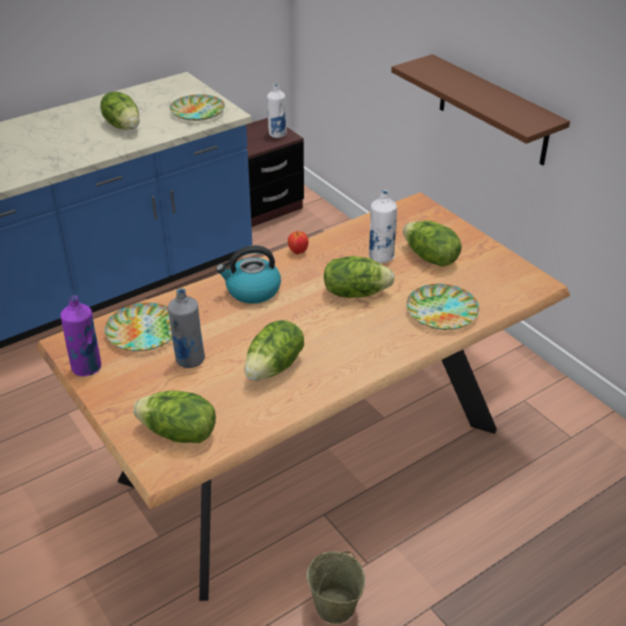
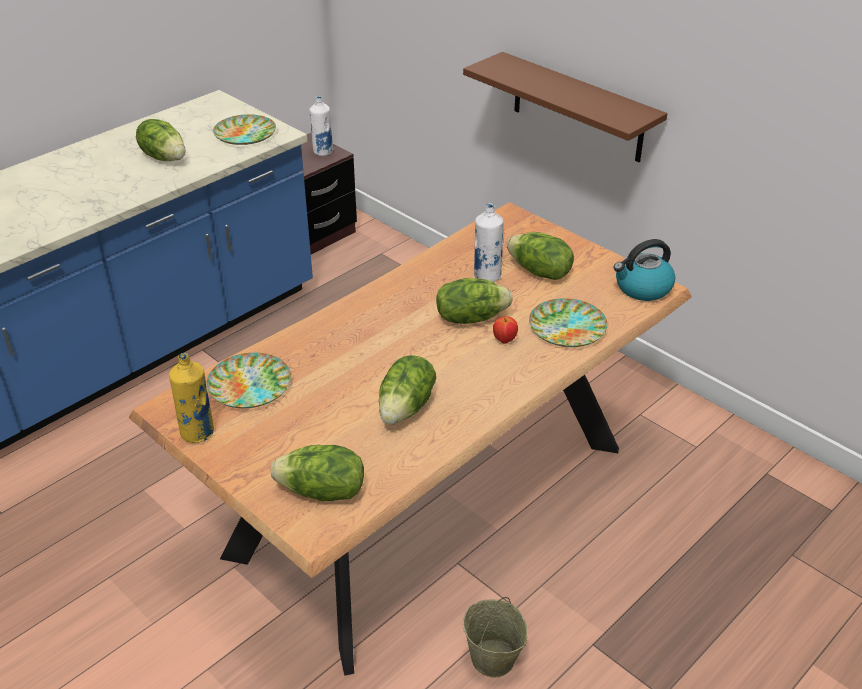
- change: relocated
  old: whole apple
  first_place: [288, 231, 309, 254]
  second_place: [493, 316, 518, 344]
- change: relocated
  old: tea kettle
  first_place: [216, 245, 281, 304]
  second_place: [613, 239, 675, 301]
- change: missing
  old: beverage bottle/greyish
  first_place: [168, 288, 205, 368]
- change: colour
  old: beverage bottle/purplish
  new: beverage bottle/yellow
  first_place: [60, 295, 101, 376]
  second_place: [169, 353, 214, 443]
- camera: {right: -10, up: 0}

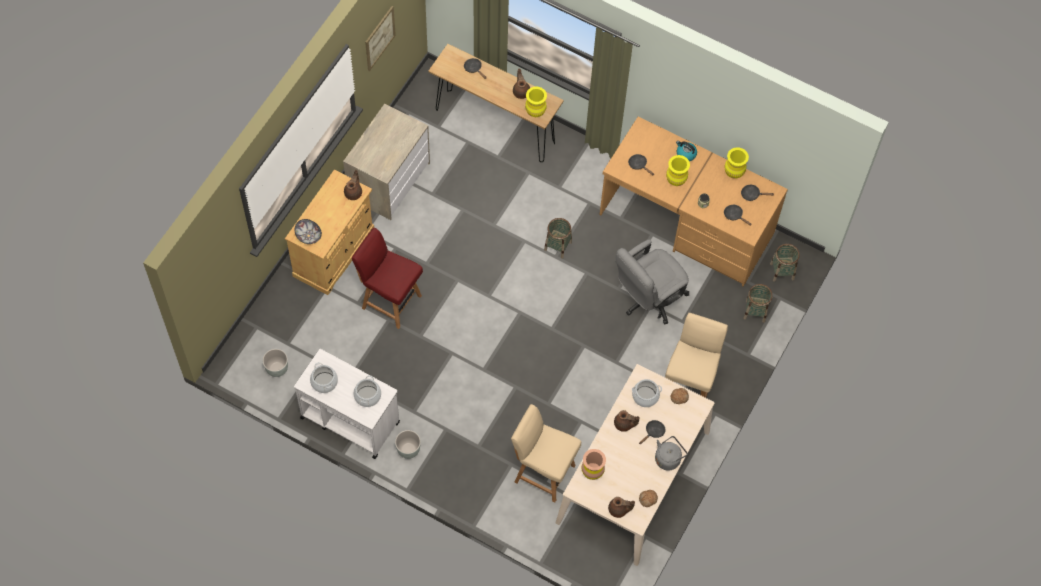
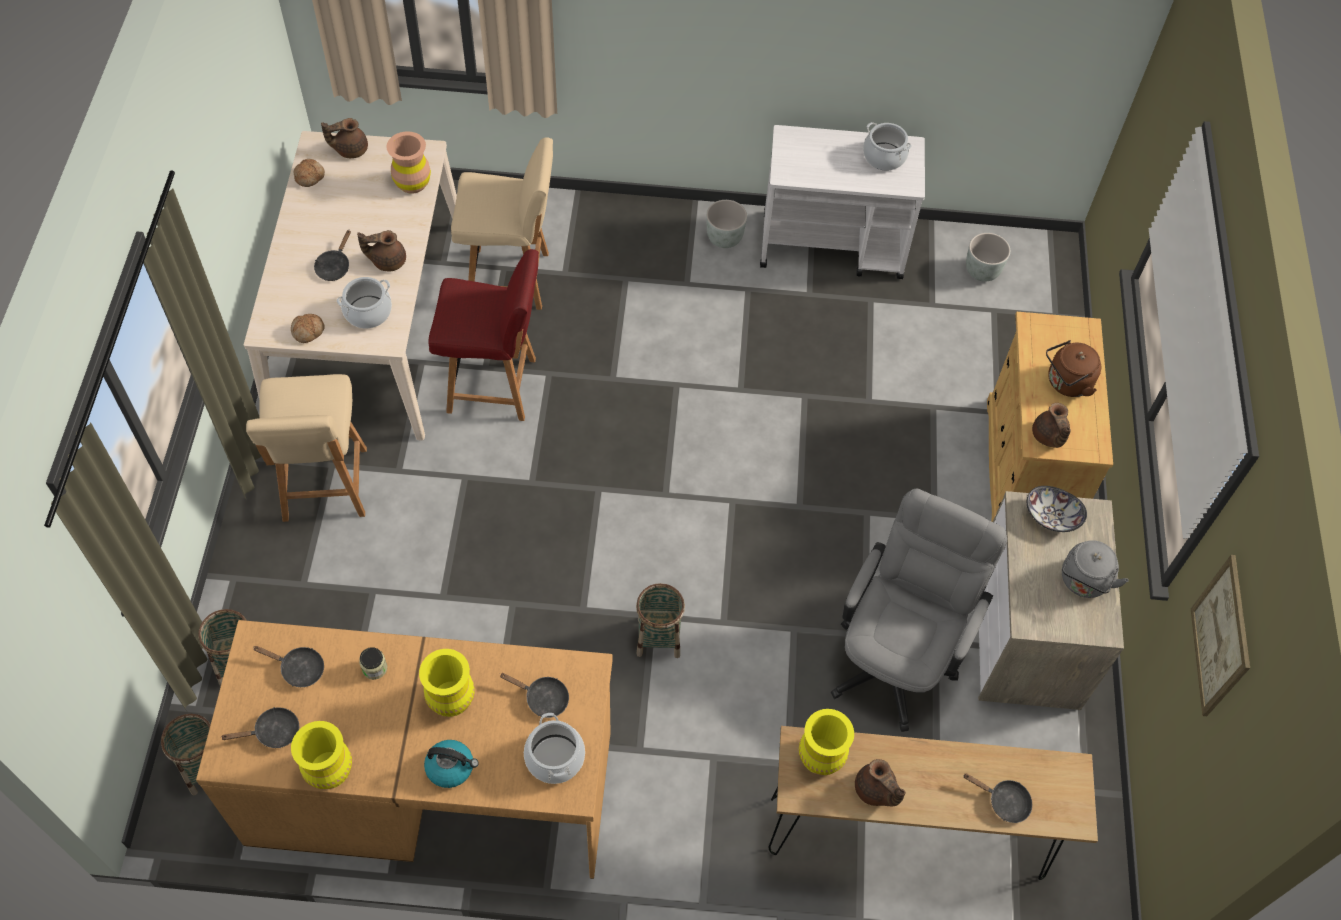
- change: relocated
  old: serving bowl
  first_place: [294, 219, 322, 244]
  second_place: [1027, 486, 1087, 532]
- change: relocated
  old: plain chair/red-coloured
  first_place: [352, 228, 423, 329]
  second_place: [429, 249, 539, 421]
- change: relocated
  old: desk chair/greyish
  first_place: [615, 239, 689, 325]
  second_place: [831, 489, 1007, 732]
- change: relocated
  old: stockpot
  first_place: [354, 375, 381, 407]
  second_place: [524, 713, 585, 784]
- change: relocated
  old: tea kettle/greyish
  first_place: [655, 436, 688, 471]
  second_place: [1062, 540, 1129, 598]
- change: appeared
  new: tea kettle/brownish
  second_place: [1046, 340, 1101, 397]
- camera: {right: 155, up: -5}

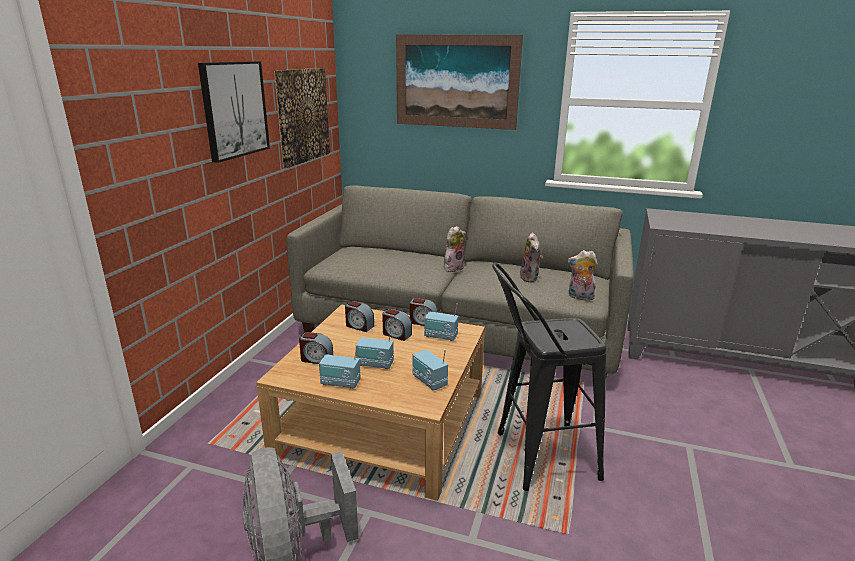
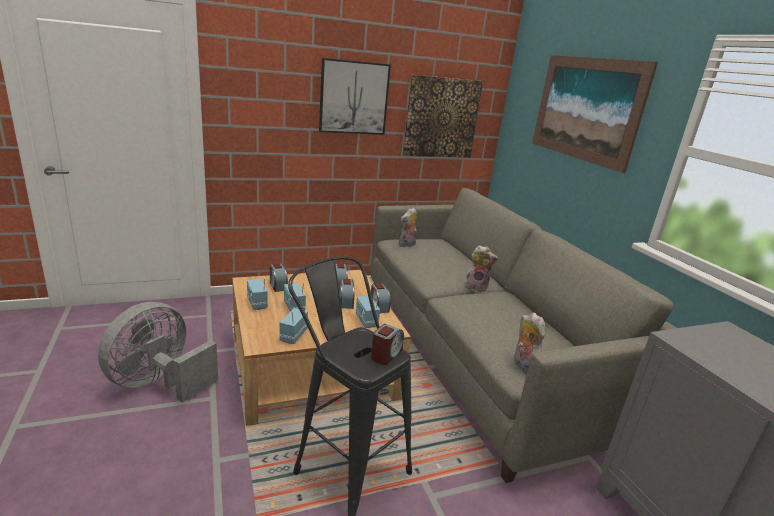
- change: relocated
  old: plush toy
  first_place: [520, 232, 543, 283]
  second_place: [399, 208, 417, 247]
- change: appeared
  new: table clock
  second_place: [371, 324, 404, 365]
- camera: {right: 50, up: 0}

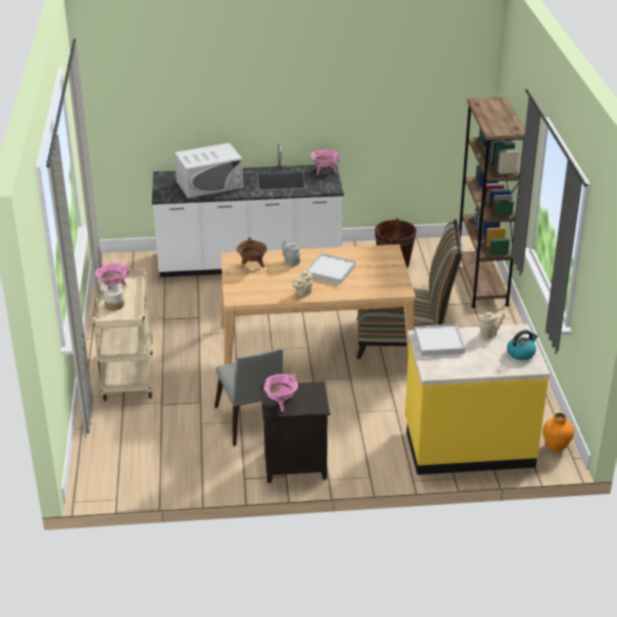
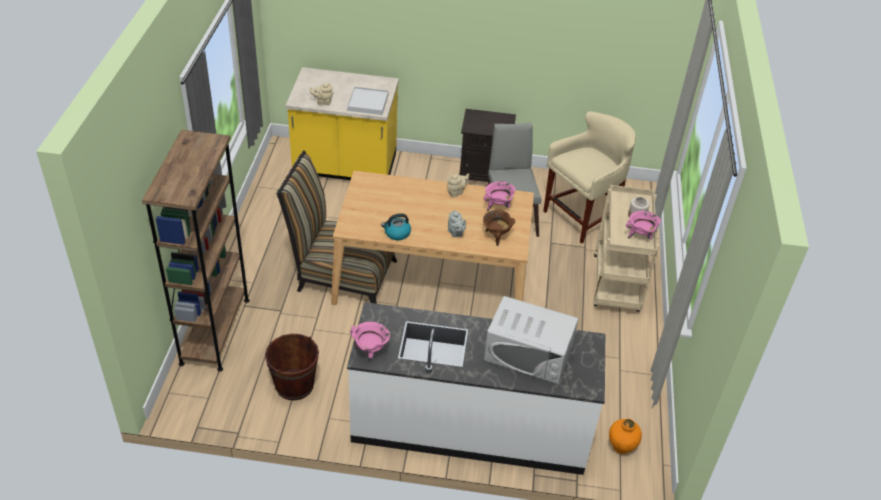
- change: spun
  old: microwave/white
  first_place: [174, 143, 243, 198]
  second_place: [484, 296, 578, 384]
  degrees: -150
- change: missing
  old: tray/white
  first_place: [306, 253, 356, 285]
- change: relocated
  old: tea kettle
  first_place: [507, 330, 538, 360]
  second_place: [381, 213, 411, 240]
- change: relocated
  old: stockpot/pink-coloured
  first_place: [264, 374, 298, 412]
  second_place: [484, 181, 516, 211]
- change: relocated
  old: decorative vase/orange-coloured
  first_place: [543, 413, 574, 452]
  second_place: [609, 419, 642, 454]
- change: appeared
  new: stool/beige
  second_place: [543, 111, 636, 244]
- camera: {right: -170, up: 10}

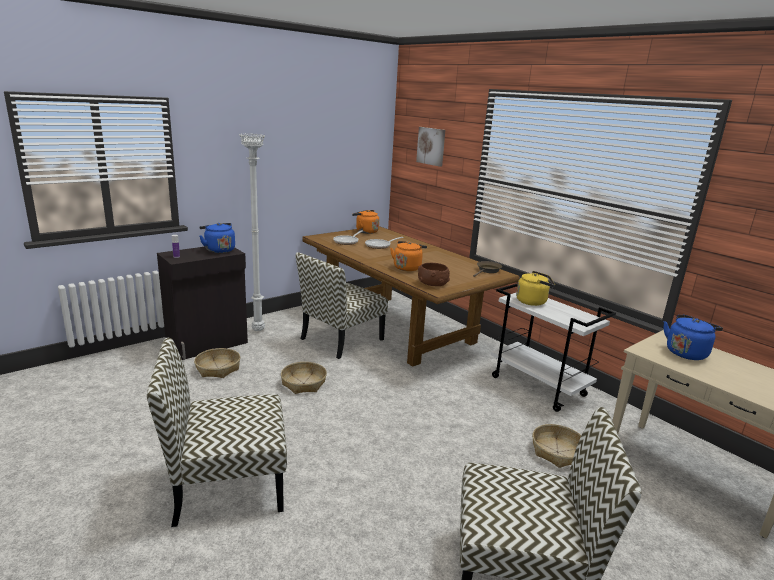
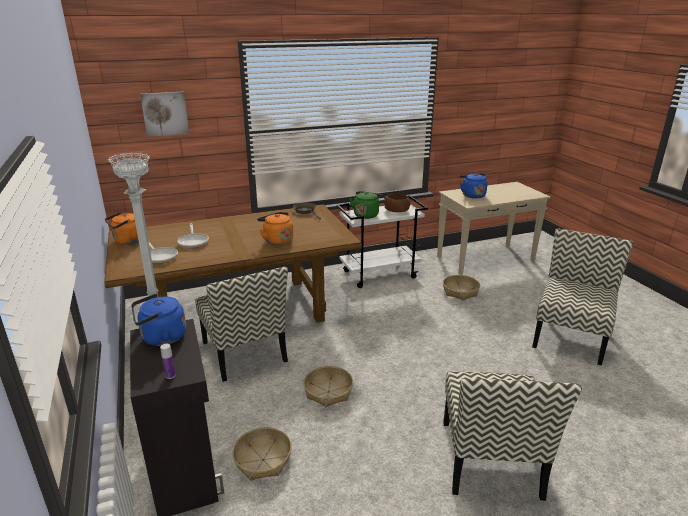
- change: relocated
  old: serving bowl/brownish
  first_place: [418, 263, 450, 286]
  second_place: [384, 193, 410, 212]
- change: colour
  old: tea kettle/yellow
  new: tea kettle/green-coloured
  first_place: [516, 271, 555, 306]
  second_place: [349, 191, 382, 219]
- camera: {right: -70, up: 5}

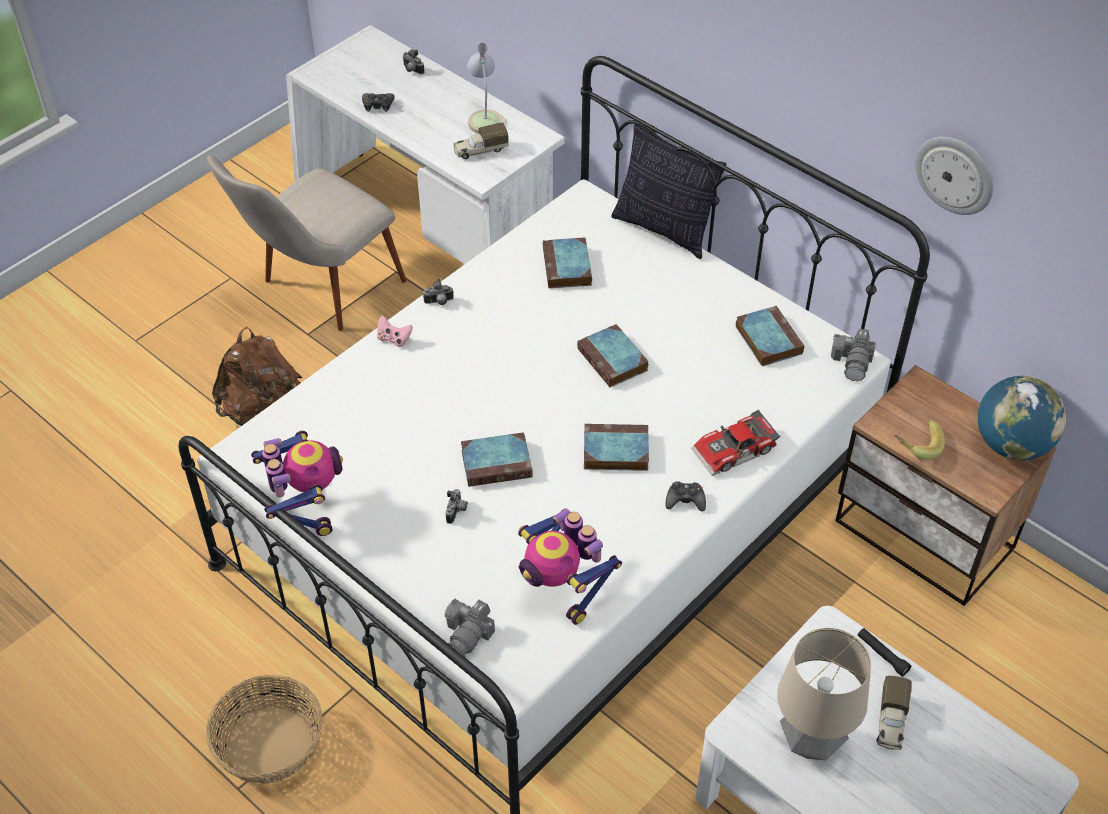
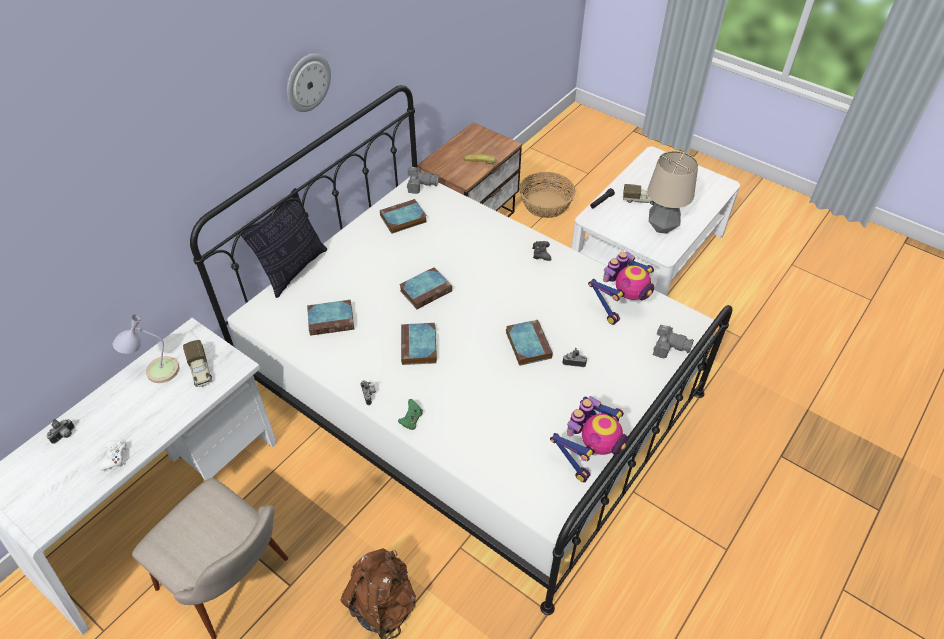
- change: colour
  old: gamepad/blackish
  new: gamepad/white
  first_place: [362, 93, 394, 112]
  second_place: [99, 441, 129, 470]
- change: relocated
  old: hanging clock
  first_place: [915, 137, 993, 215]
  second_place: [287, 54, 331, 112]
- change: colour
  old: gamepad/pink-coloured
  new: gamepad/green-coloured
  first_place: [377, 315, 413, 347]
  second_place: [398, 399, 423, 430]
- change: missing
  old: world globe
  first_place: [978, 376, 1066, 460]
- change: missing
  old: model car
  first_place: [691, 410, 780, 476]
- change: relocated
  old: volume
  first_place: [584, 424, 649, 471]
  second_place: [401, 323, 437, 365]
- change: spun
  old: robot figure
  first_place: [251, 431, 343, 536]
  second_place: [550, 396, 628, 482]
  degrees: 150
- change: relocated
  old: household basket
  first_place: [206, 675, 323, 784]
  second_place: [519, 172, 575, 218]
- camera: {right: -95, up: 0}

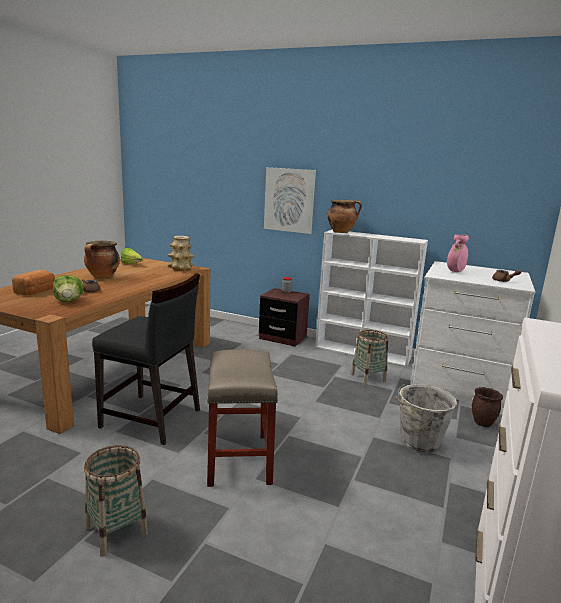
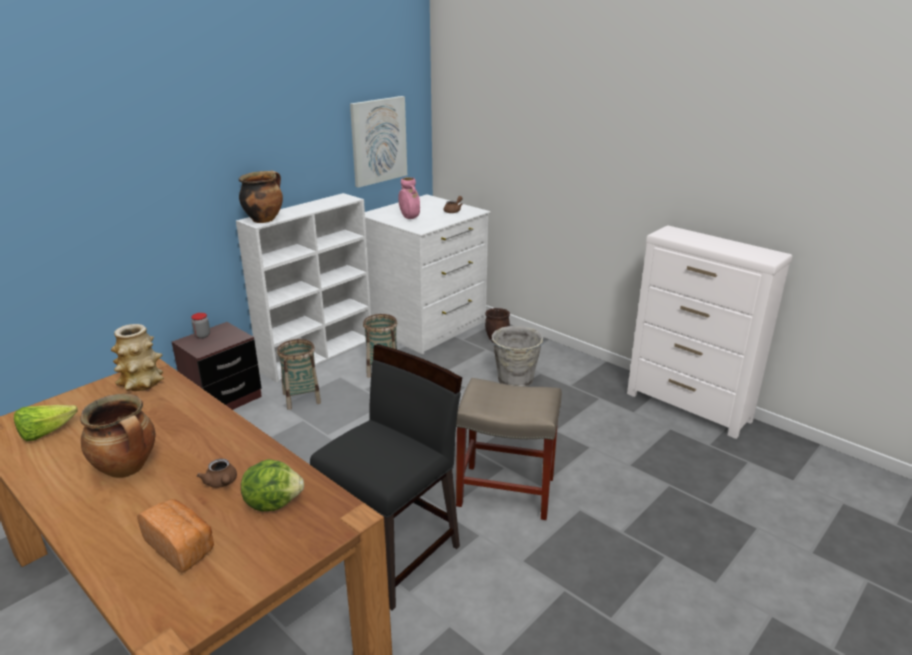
- change: relocated
  old: wall picture
  first_place: [264, 167, 316, 234]
  second_place: [350, 96, 407, 188]
- change: relocated
  old: household basket
  first_place: [84, 445, 148, 556]
  second_place: [277, 339, 321, 410]
- camera: {right: -70, up: 10}

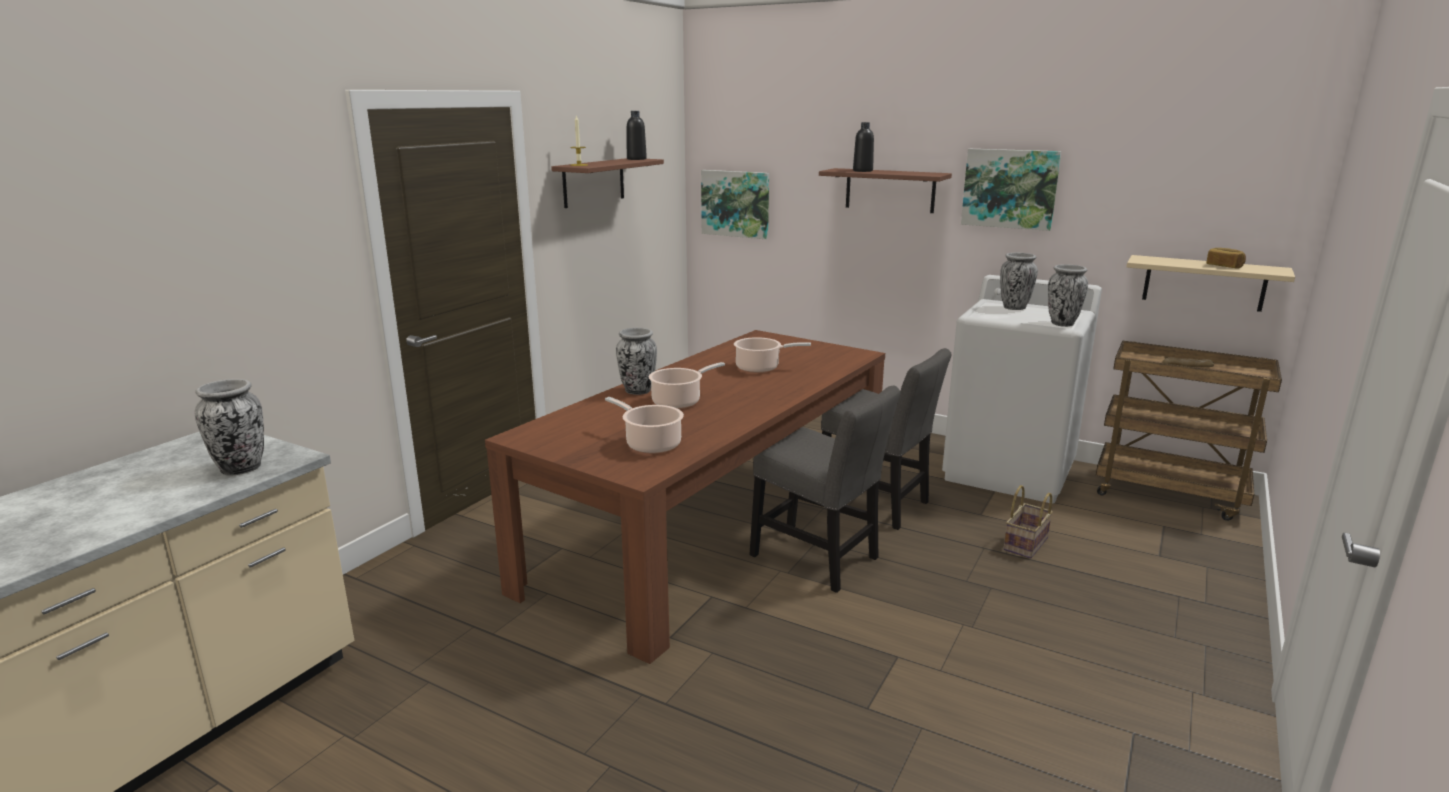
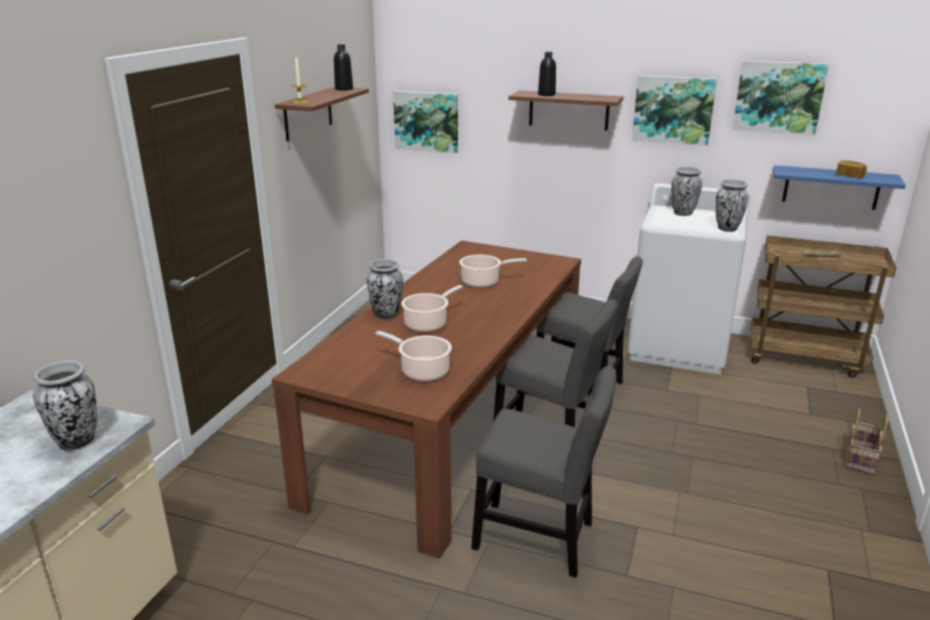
- change: colour
  old: bracket shelf/beige
  new: bracket shelf/blue
  first_place: [1126, 255, 1295, 312]
  second_place: [773, 165, 906, 210]
- change: relocated
  old: household basket
  first_place: [1004, 485, 1053, 558]
  second_place: [846, 408, 889, 474]
- change: appeared
  new: wall picture
  second_place: [732, 61, 829, 135]
- change: appeared
  new: plain chair/greyish
  second_place: [471, 365, 616, 578]
- camera: {right: -10, up: 5}

